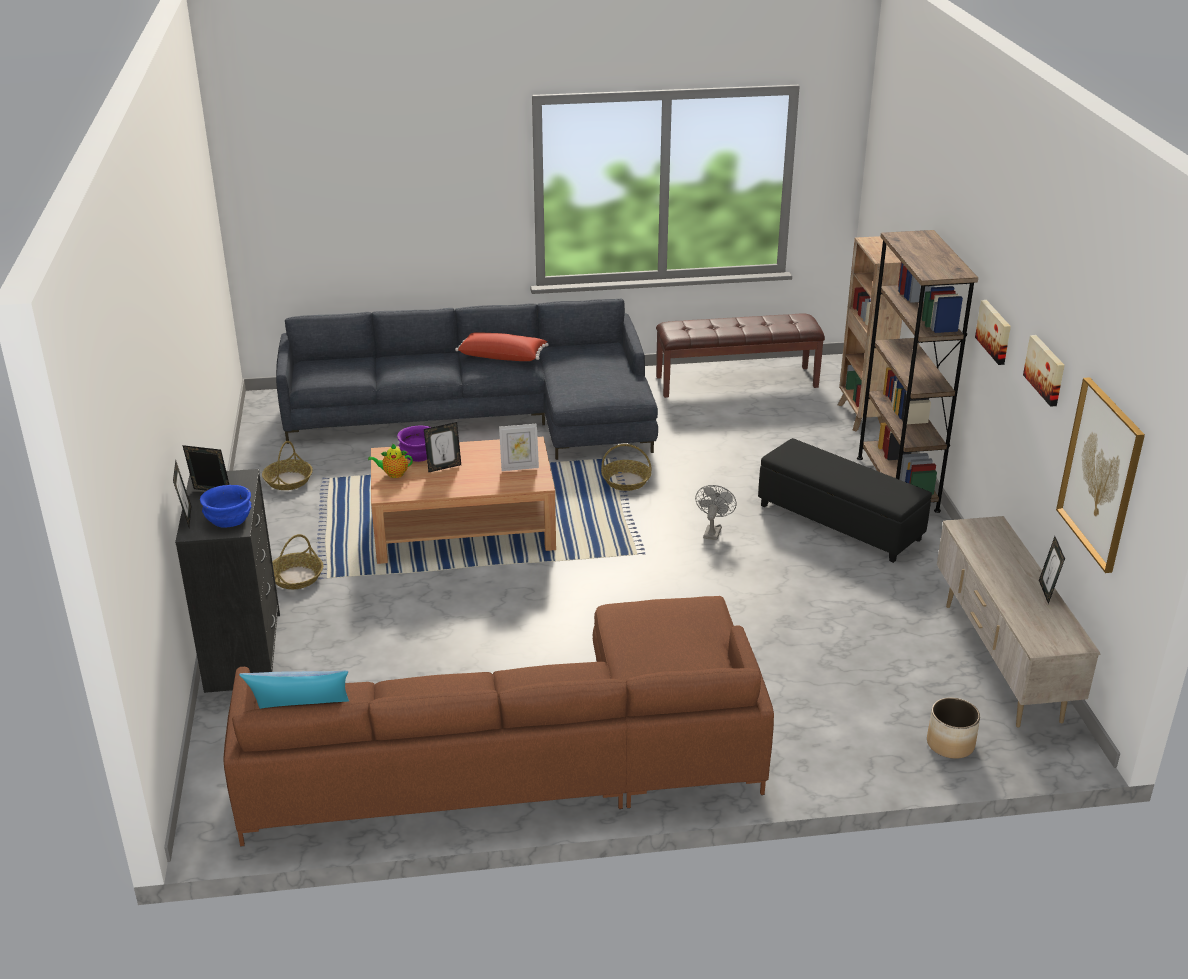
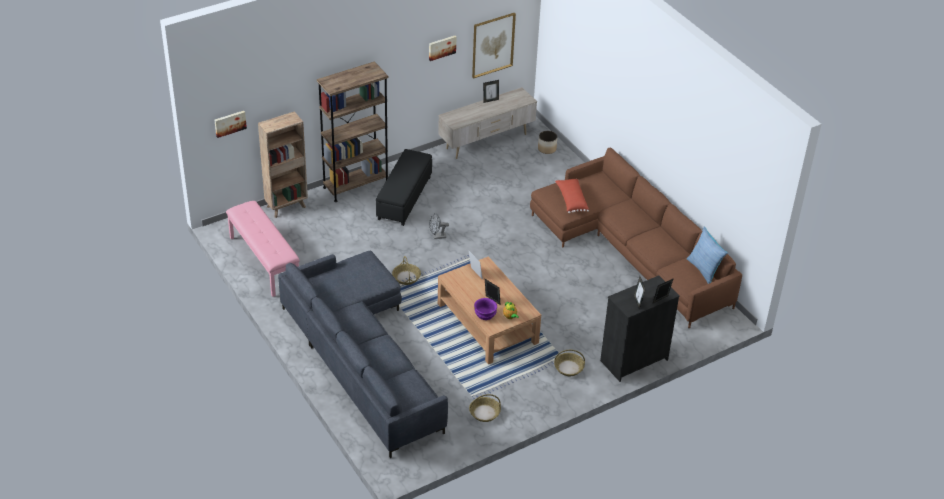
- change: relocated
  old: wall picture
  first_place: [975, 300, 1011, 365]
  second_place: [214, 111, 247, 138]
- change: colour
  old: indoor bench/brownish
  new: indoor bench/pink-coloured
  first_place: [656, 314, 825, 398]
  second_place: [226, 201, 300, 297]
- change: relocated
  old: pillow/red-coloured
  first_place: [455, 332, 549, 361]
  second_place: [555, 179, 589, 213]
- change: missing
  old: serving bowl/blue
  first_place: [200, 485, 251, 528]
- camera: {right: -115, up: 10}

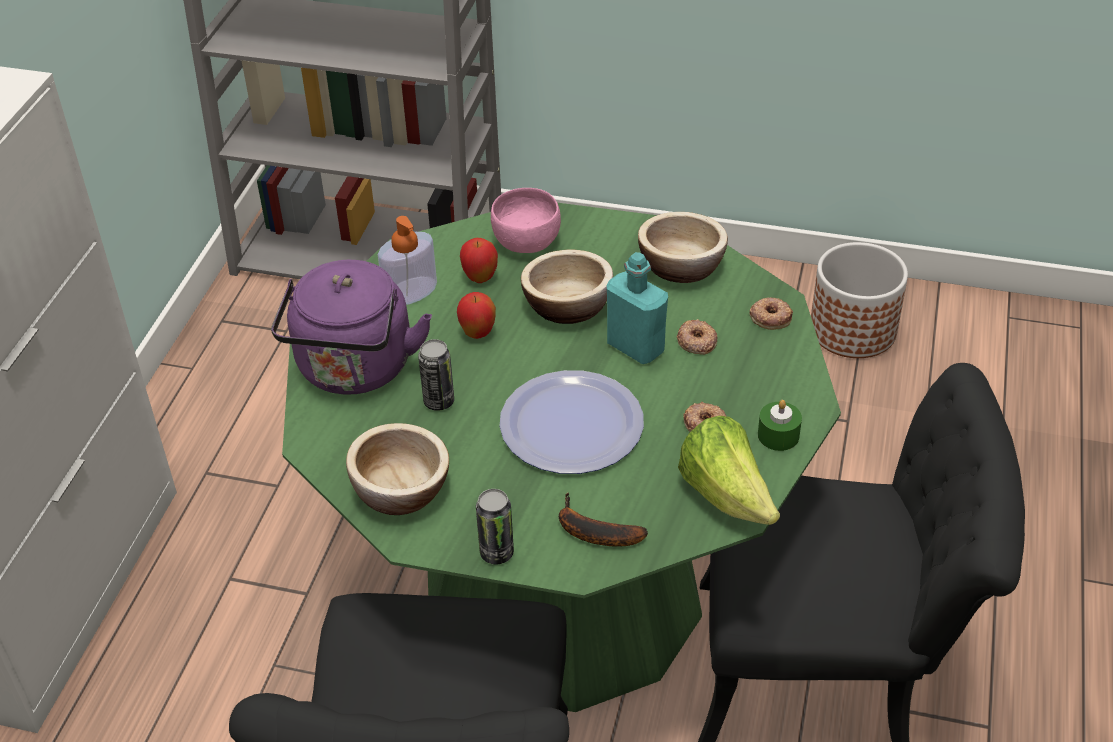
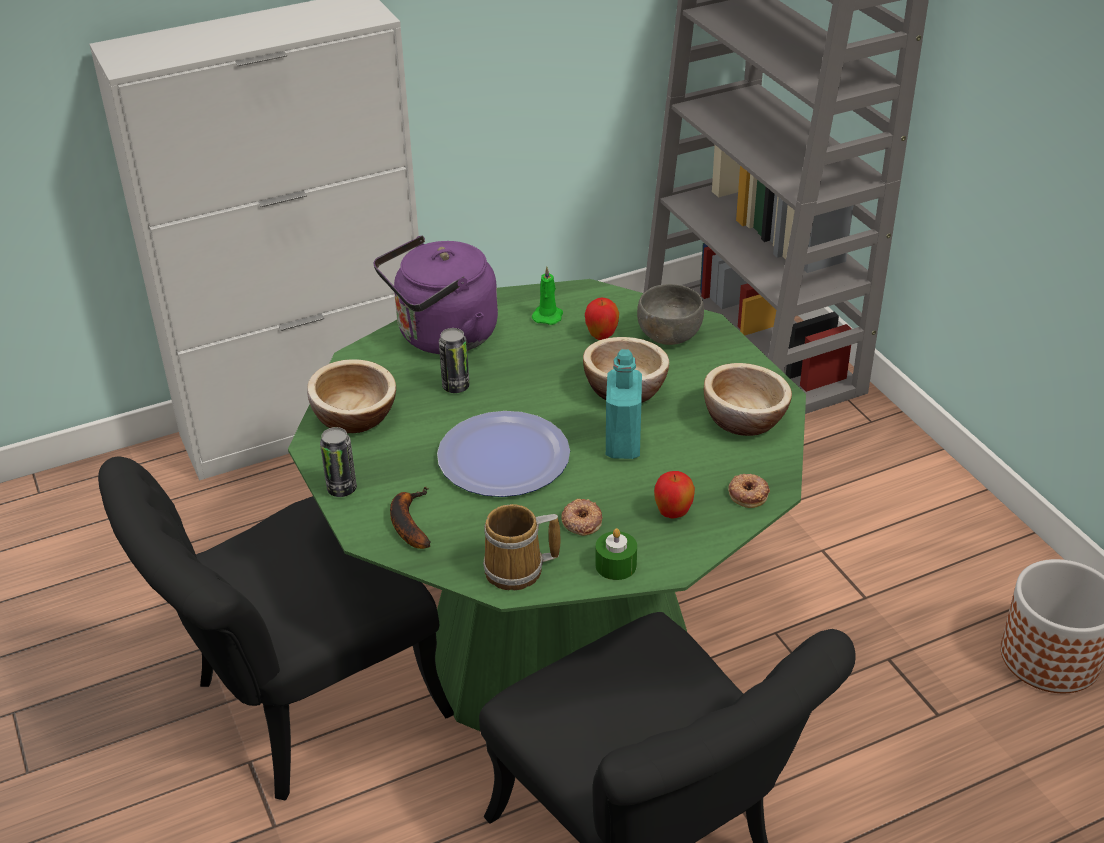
- change: colour
  old: serving bowl/pink-coloured
  new: serving bowl/greyish
  first_place: [491, 188, 561, 253]
  second_place: [637, 284, 704, 345]
- change: exchanged
  old: soap dispenser
  new: wax light/green-coloured
  first_place: [378, 216, 437, 305]
  second_place: [532, 267, 563, 325]
- change: relocated
  old: whole apple
  first_place: [457, 292, 496, 339]
  second_place: [654, 471, 695, 518]
- change: missing
  old: doughnut
  first_place: [676, 319, 717, 355]
- change: exchanged
  old: head of lettuce
  new: mug
  first_place: [678, 416, 780, 525]
  second_place: [483, 504, 561, 590]
- camera: {right: 50, up: -5}

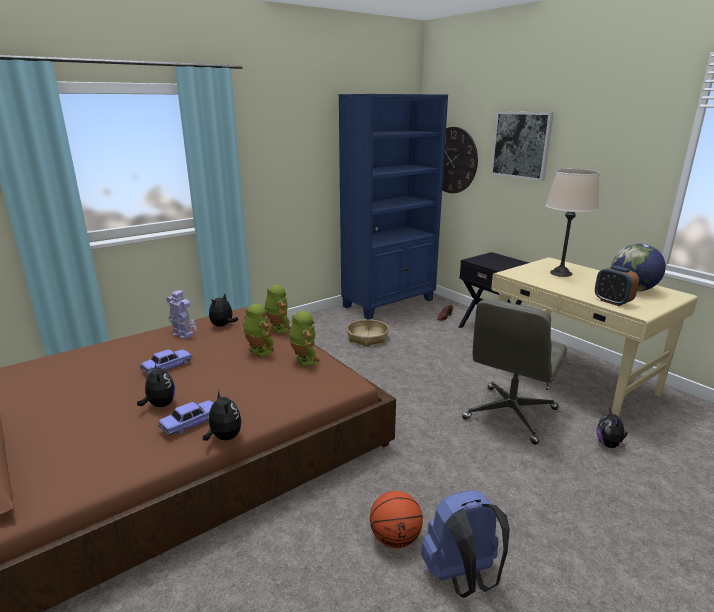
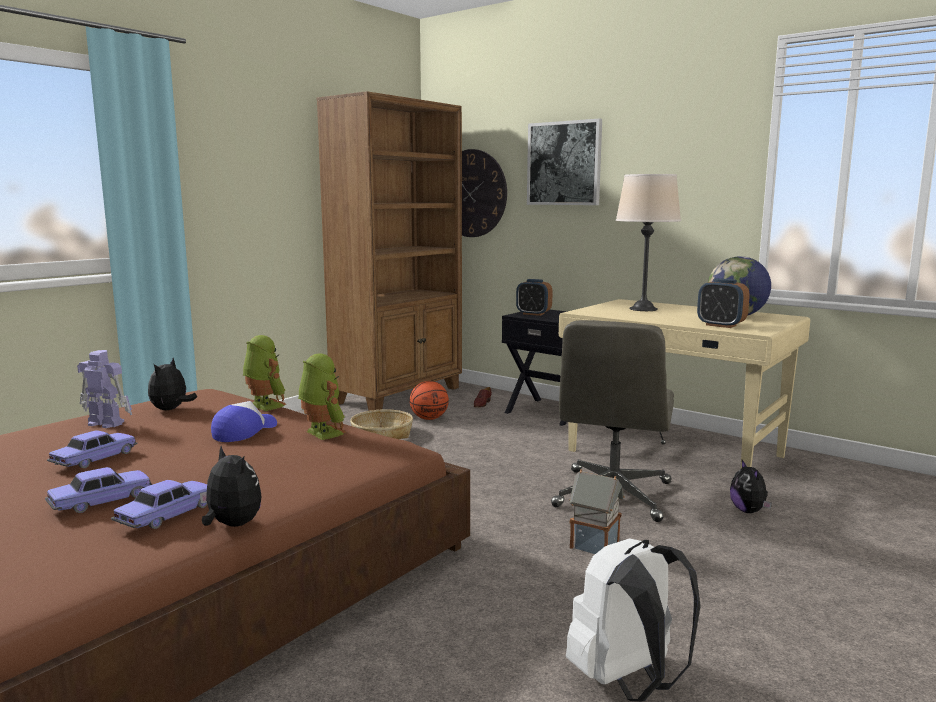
- change: colour
  old: bookcase/blue
  new: bookcase/brownish
  first_place: [338, 94, 448, 319]
  second_place: [316, 91, 462, 411]
- change: exchanged
  old: robot figure
  new: peaked cap
  first_place: [243, 304, 274, 358]
  second_place: [211, 401, 277, 442]
- change: exchanged
  old: plush toy
  new: model car
  first_place: [137, 362, 175, 407]
  second_place: [45, 467, 152, 513]
- change: colour
  old: rucksack/blue
  new: rucksack/white
  first_place: [421, 490, 510, 598]
  second_place: [566, 538, 701, 702]
- change: relocated
  old: basketball ball
  first_place: [370, 491, 423, 548]
  second_place: [410, 381, 449, 420]
- change: appeared
  new: table clock
  second_place: [516, 279, 553, 316]
- change: appeared
  new: toy house
  second_place: [569, 469, 625, 554]
- camera: {right: -15, up: -10}

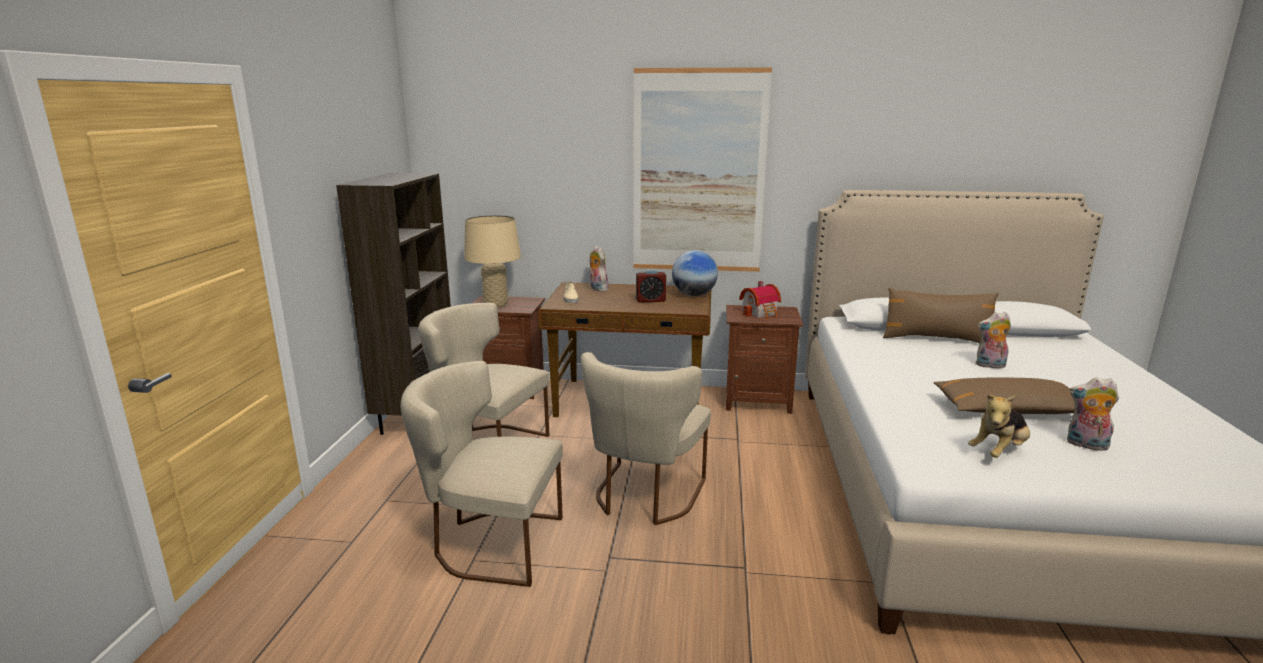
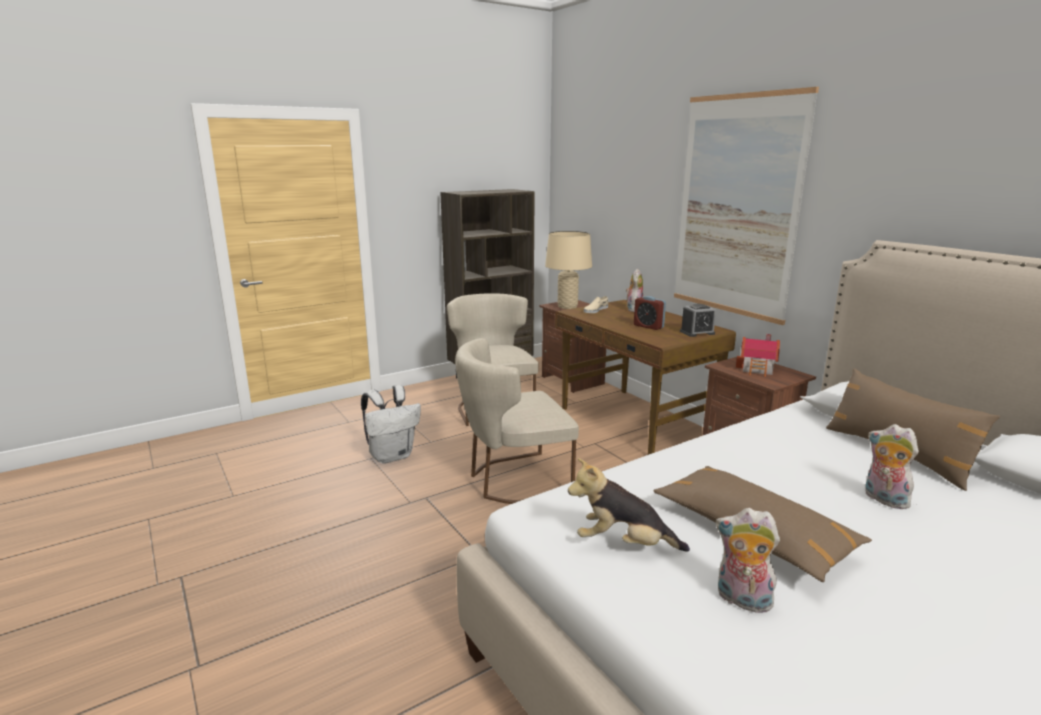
- change: exchanged
  old: world globe
  new: table clock
  first_place: [672, 250, 718, 296]
  second_place: [680, 304, 716, 337]
- change: exchanged
  old: plain chair/beige
  new: rucksack/white
  first_place: [401, 361, 563, 587]
  second_place: [361, 385, 421, 464]
- change: spun
  old: plush toy
  first_place: [1067, 377, 1119, 451]
  second_place: [716, 508, 780, 613]
  degrees: -45
- camera: {right: 50, up: 0}

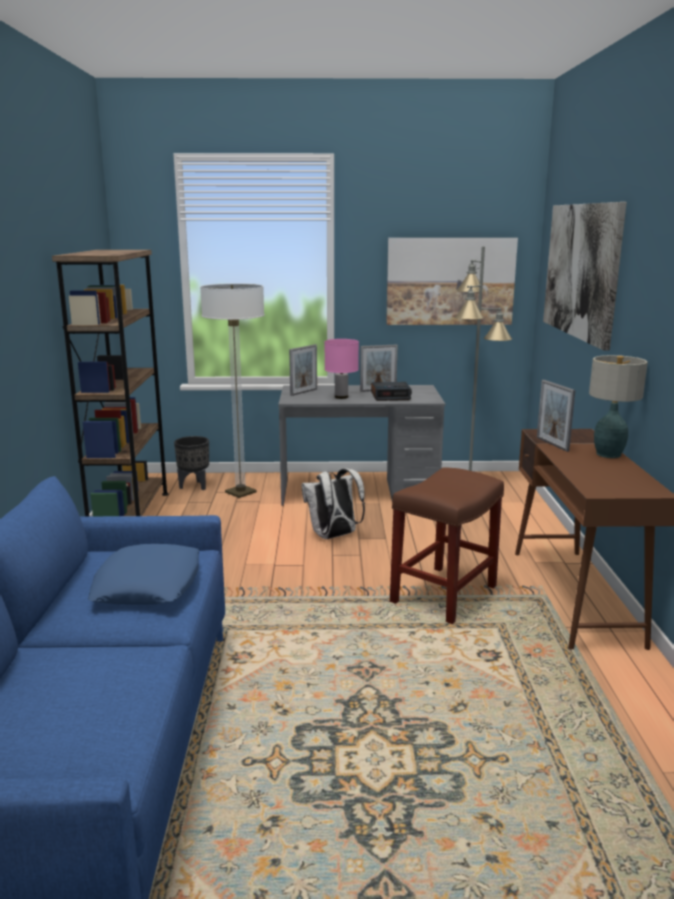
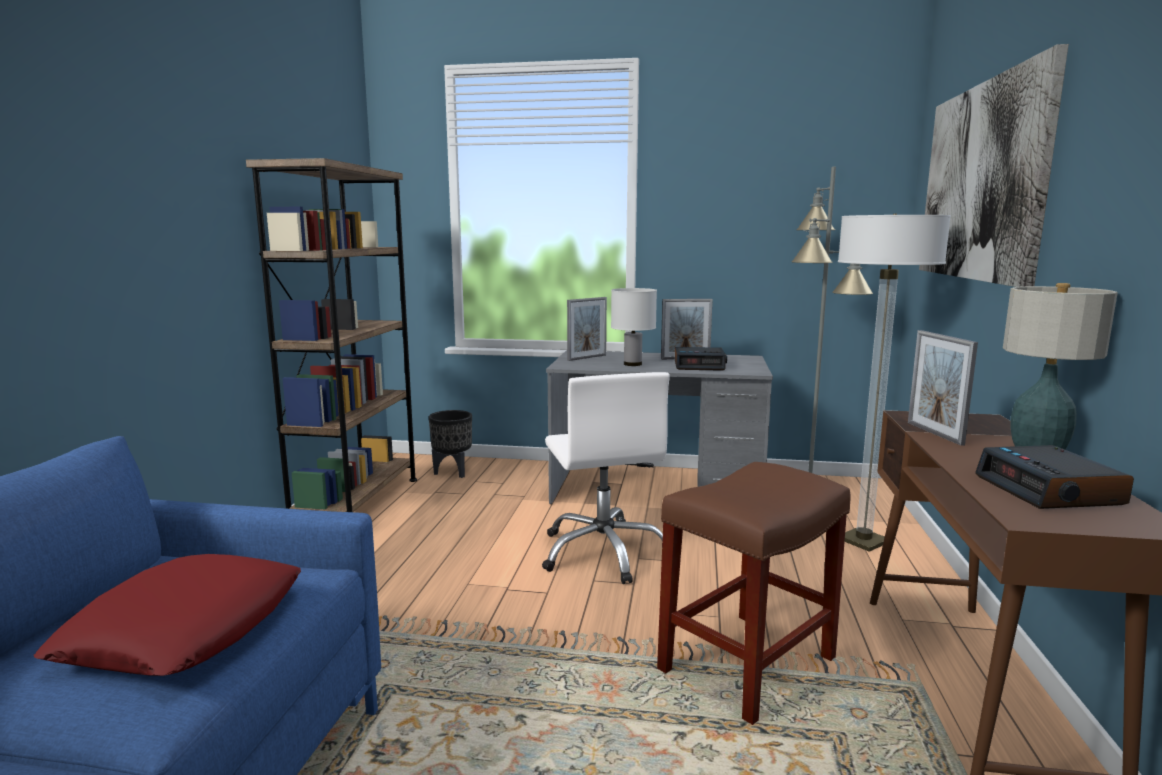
- change: missing
  old: wall picture
  first_place: [386, 238, 518, 325]
- change: relocated
  old: standing lamp
  first_place: [200, 283, 265, 498]
  second_place: [838, 214, 951, 552]
- change: colour
  old: table lamp/pink-coloured
  new: table lamp/white
  first_place: [324, 339, 359, 399]
  second_place: [611, 288, 657, 366]
- change: exchanged
  old: rucksack/white
  new: desk chair/white
  first_place: [302, 468, 365, 539]
  second_place: [542, 372, 670, 584]
- change: colour
  old: pillow/blue
  new: pillow/red-coloured
  first_place: [88, 544, 199, 605]
  second_place: [34, 554, 301, 676]
- change: appeared
  new: table clock
  second_place: [975, 445, 1134, 509]
- camera: {right: 10, up: -5}

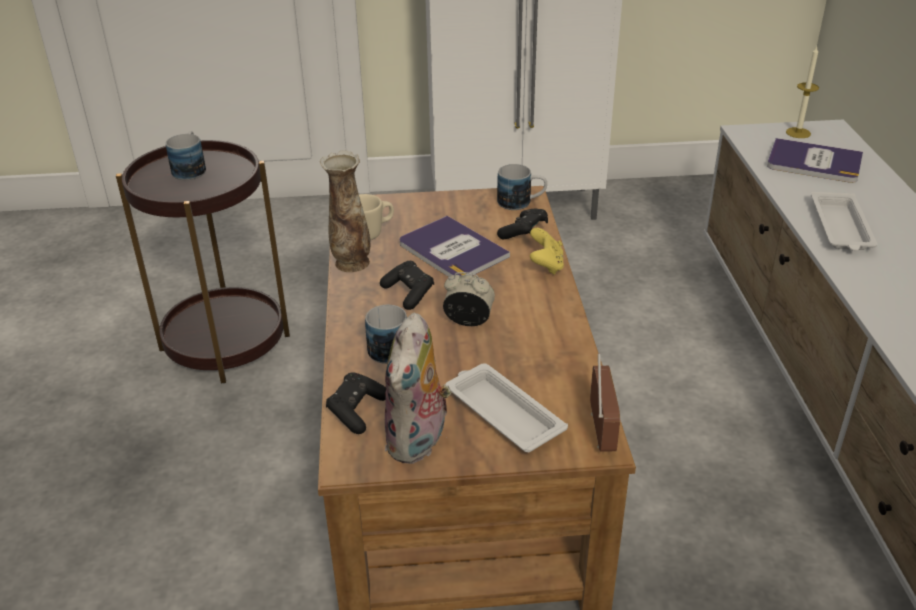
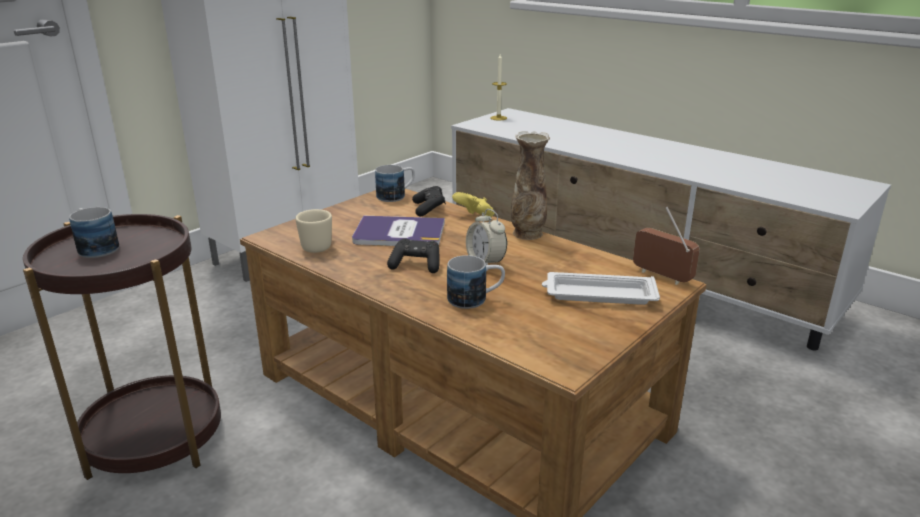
- change: missing
  old: volume
  first_place: [767, 138, 863, 183]
- change: relocated
  old: decorative vase
  first_place: [320, 150, 370, 272]
  second_place: [511, 131, 550, 240]
- change: missing
  old: tray/white
  first_place: [811, 192, 878, 251]
- change: spun
  old: table clock
  first_place: [443, 272, 495, 326]
  second_place: [466, 209, 507, 265]
  degrees: -90
- change: missing
  old: plush toy
  first_place: [384, 313, 451, 464]
- change: missing
  old: gamepad/blackish
  first_place: [326, 372, 386, 434]
- camera: {right: -45, up: -10}

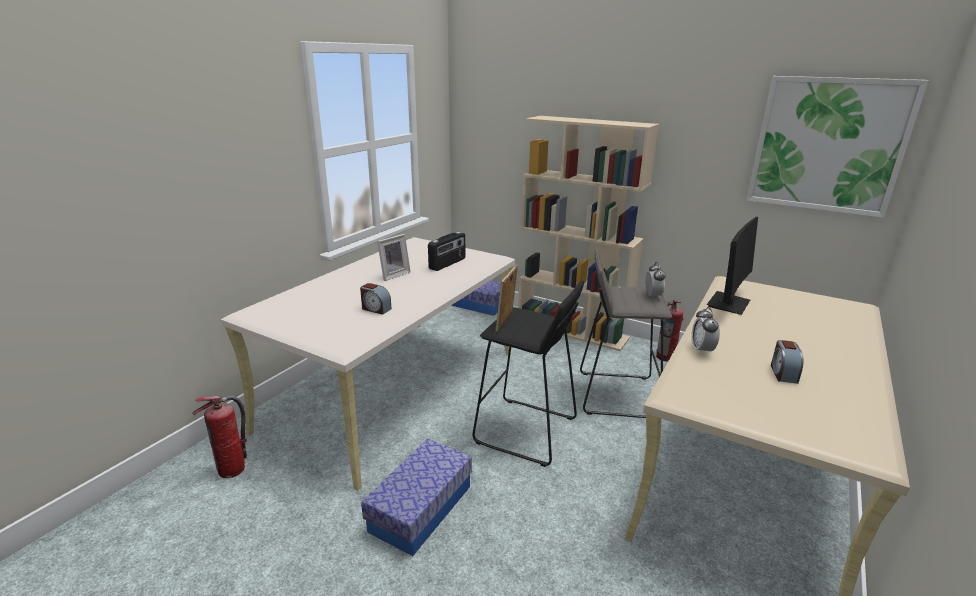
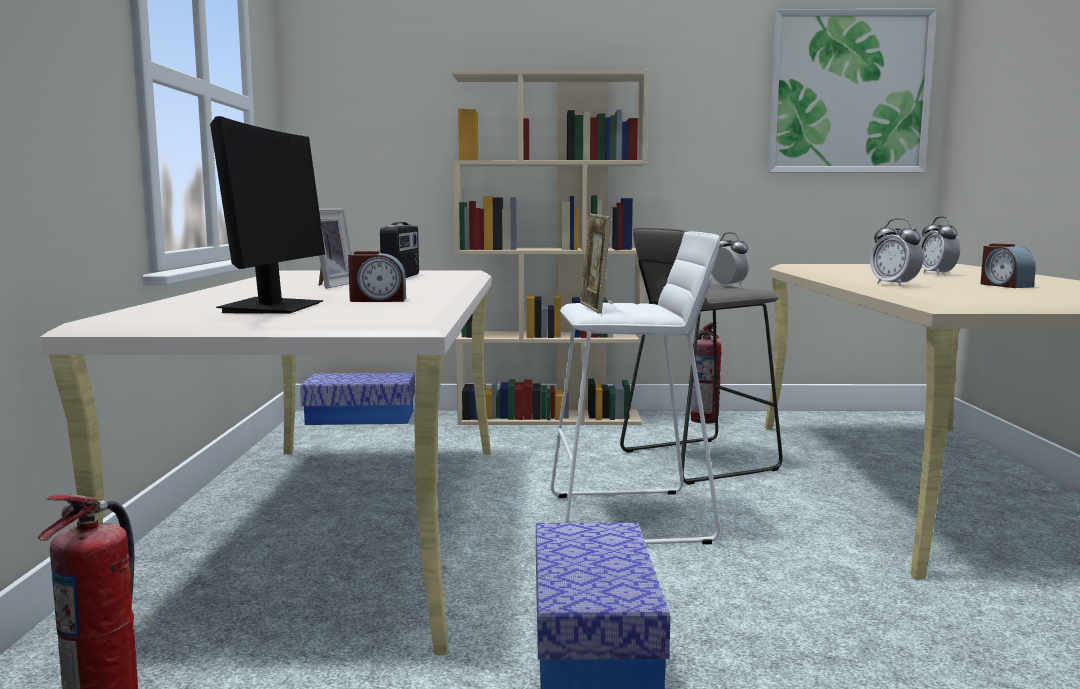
- change: relocated
  old: computer screen
  first_place: [707, 217, 758, 315]
  second_place: [210, 116, 325, 314]
- change: colour
  old: stool/blackish
  new: stool/white
  first_place: [472, 281, 584, 467]
  second_place: [551, 231, 720, 545]
- change: appeared
  new: table clock
  second_place: [920, 216, 960, 275]
- camera: {right: -30, up: -15}

